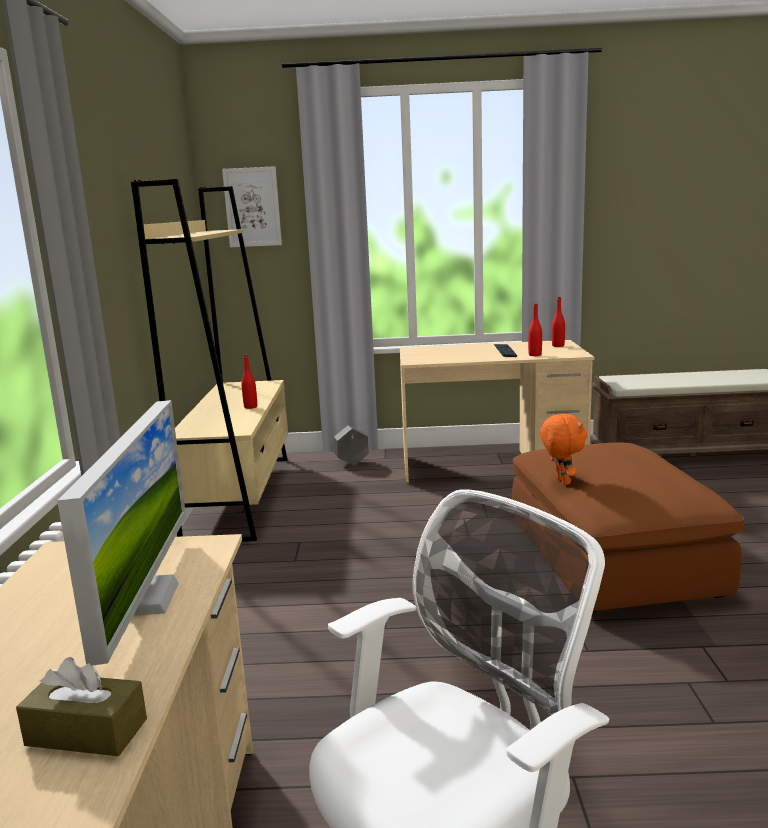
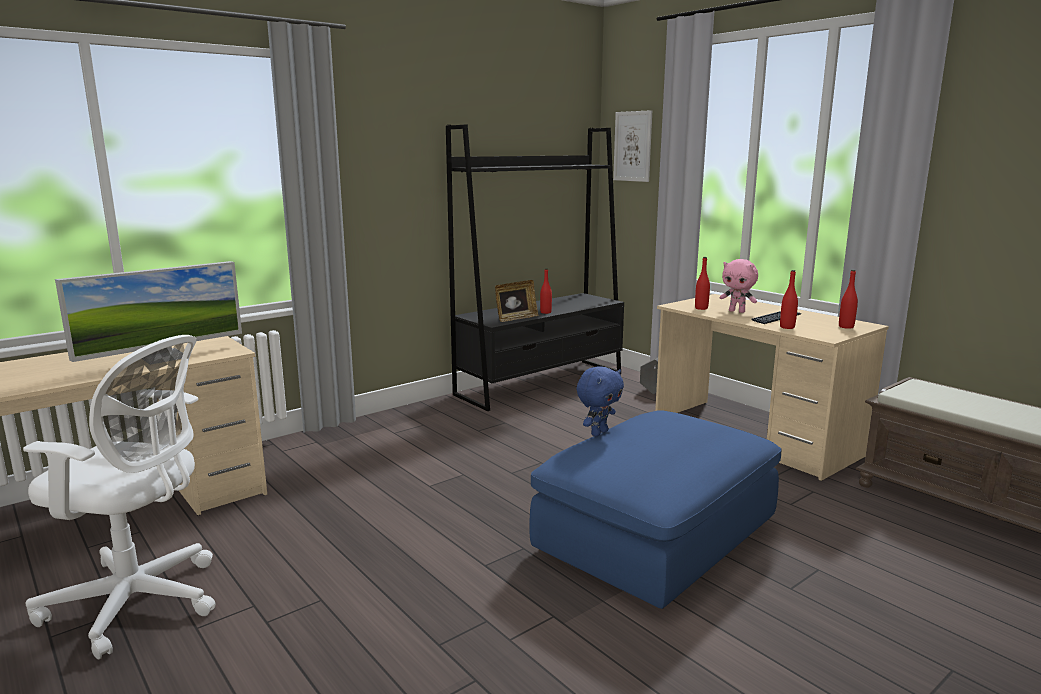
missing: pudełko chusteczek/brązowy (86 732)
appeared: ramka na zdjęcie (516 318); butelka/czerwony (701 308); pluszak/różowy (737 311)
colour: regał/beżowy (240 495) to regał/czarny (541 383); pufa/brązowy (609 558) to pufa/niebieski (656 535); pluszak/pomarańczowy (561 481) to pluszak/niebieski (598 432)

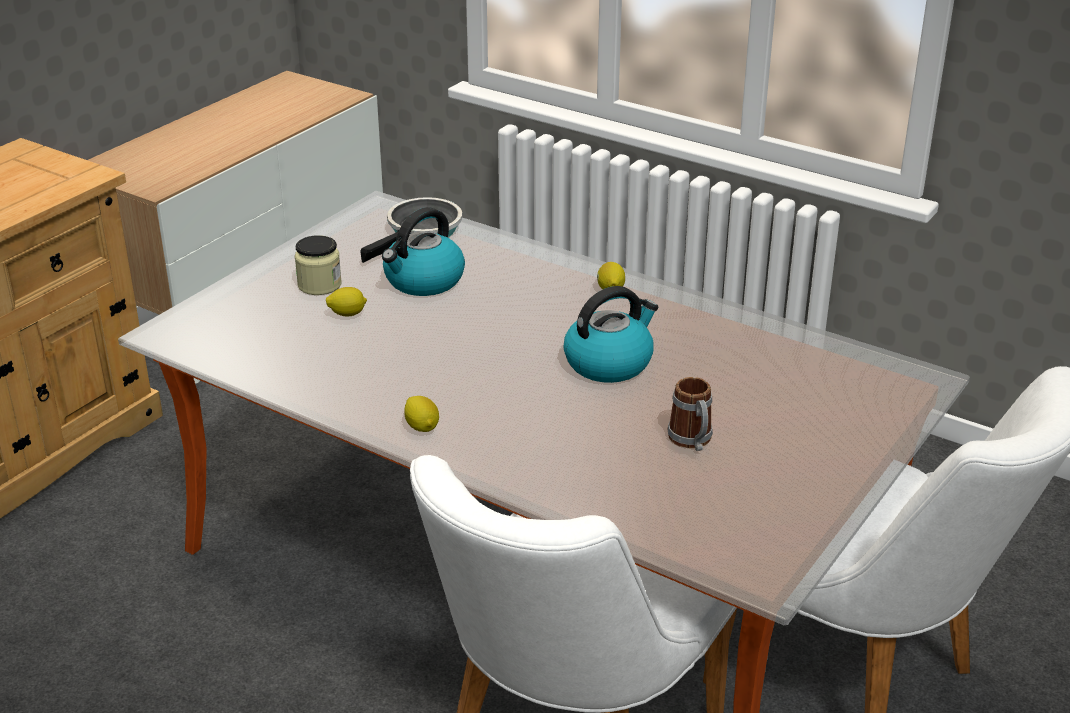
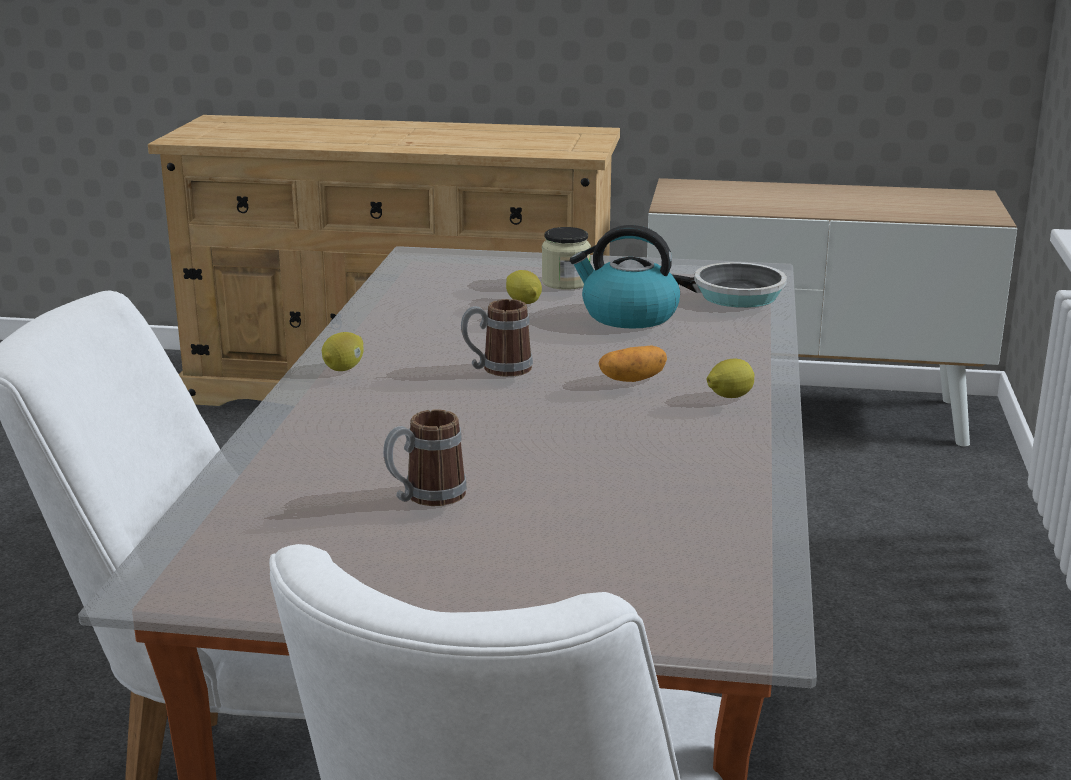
missing: czajnik (609 362)
appeared: kubek (497 369); ziemniak (632 379)

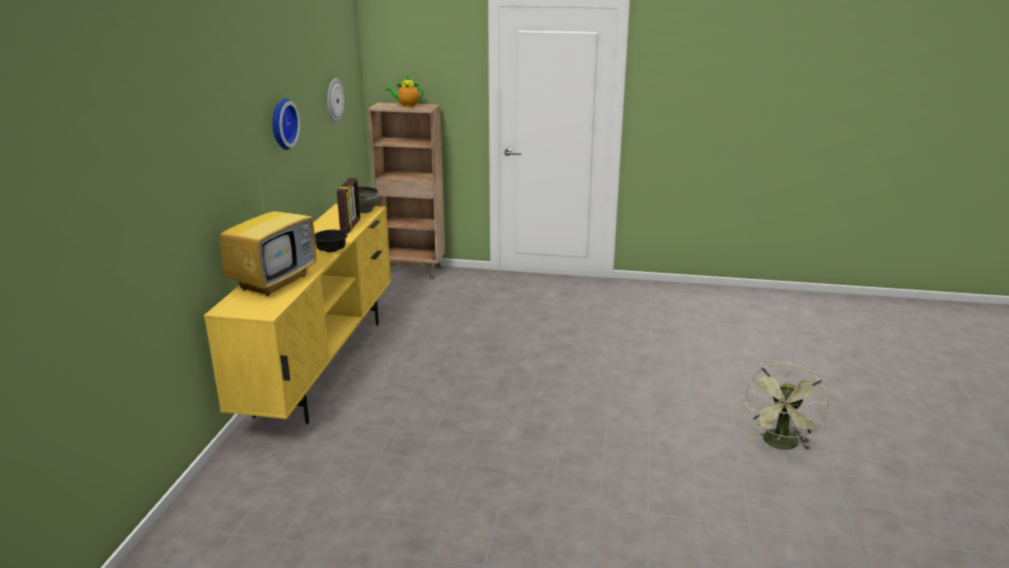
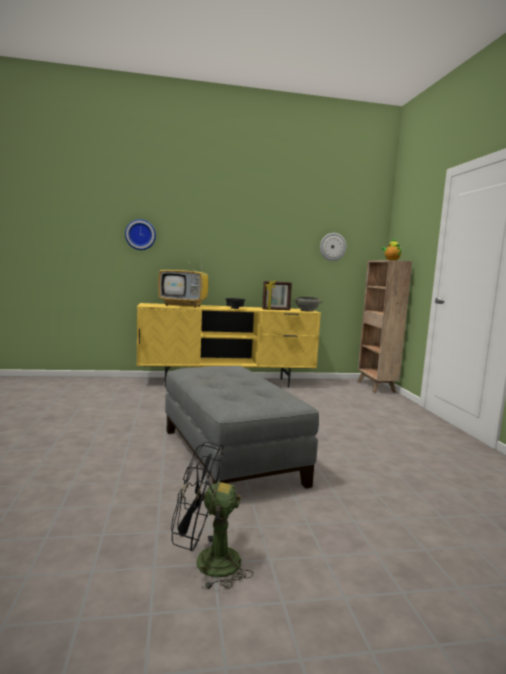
appeared: pufa/szary (231 455)
relocated: zegar ścienny (281 124) to (140 235)
colour: wentylator/zielony (780 445) to wentylator/czarny (207 562)

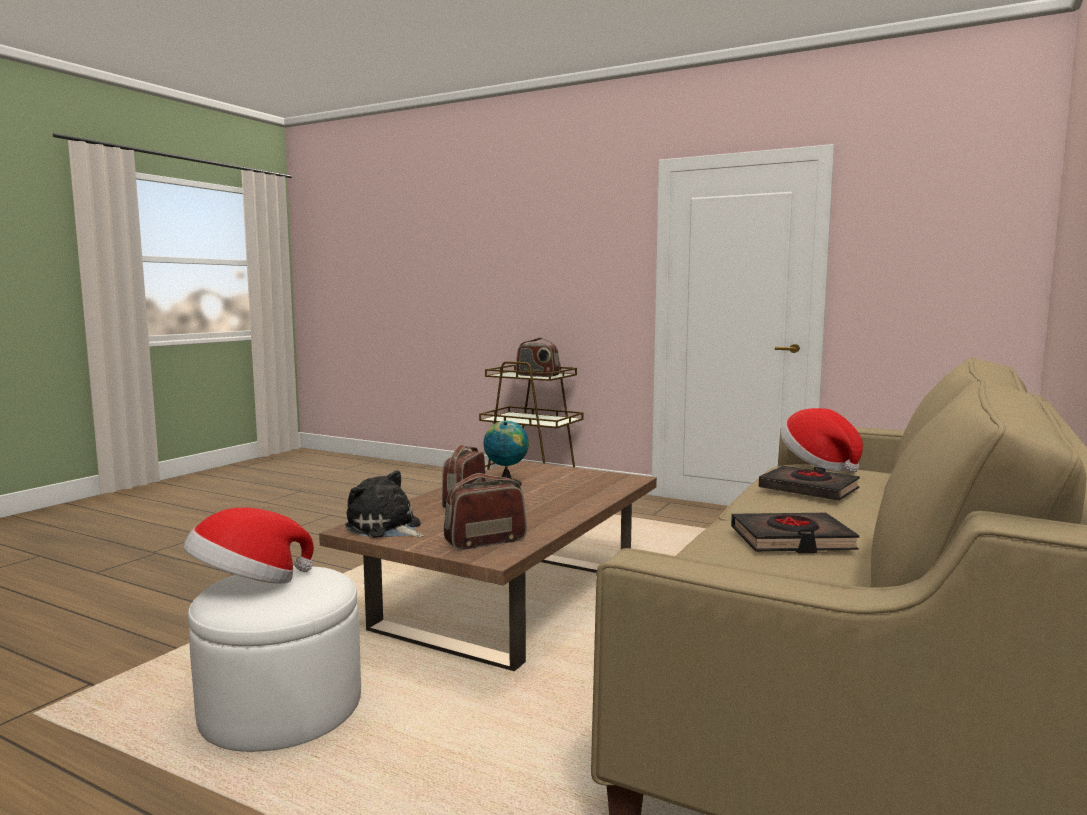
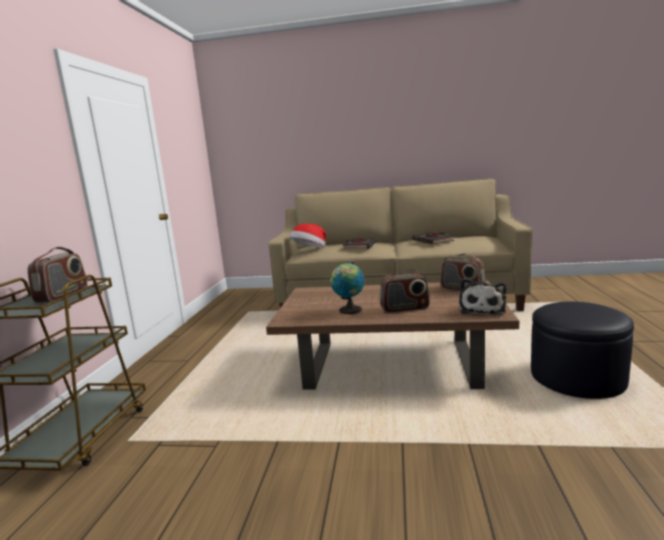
missing: kapelusz (248 585)
colour: pufa/biały (281 707) to pufa/czarny (577 377)

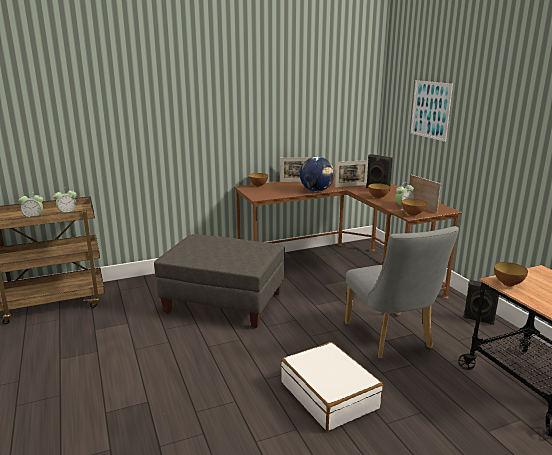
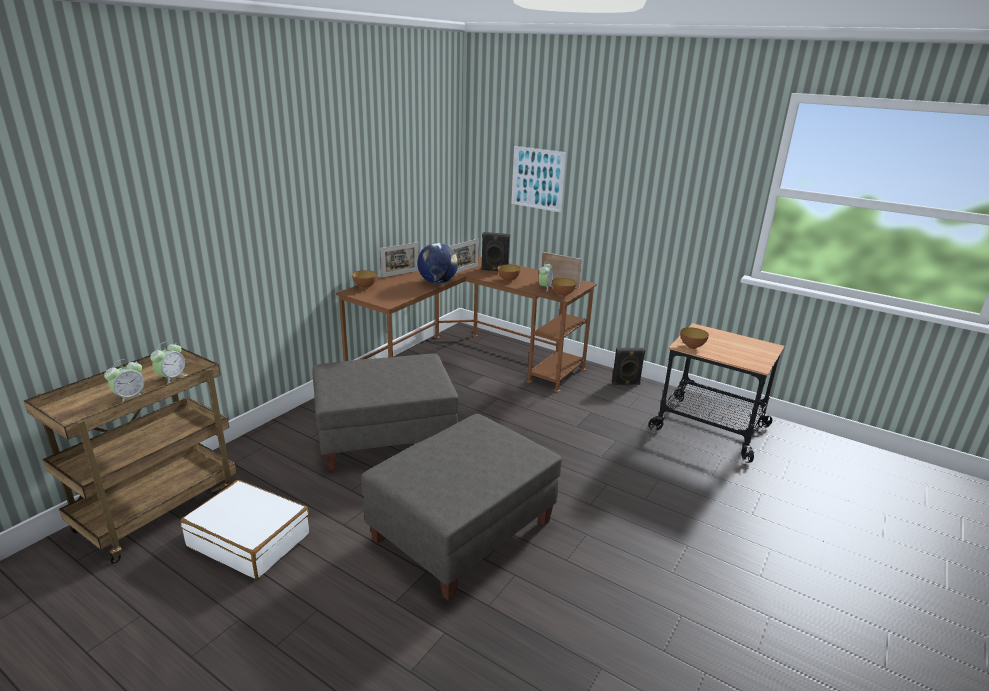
missing: krzesło/szary (391 339)
appeared: pufa/szary (462 532)
relocated: walizka/biały (329 395) to (250 539)

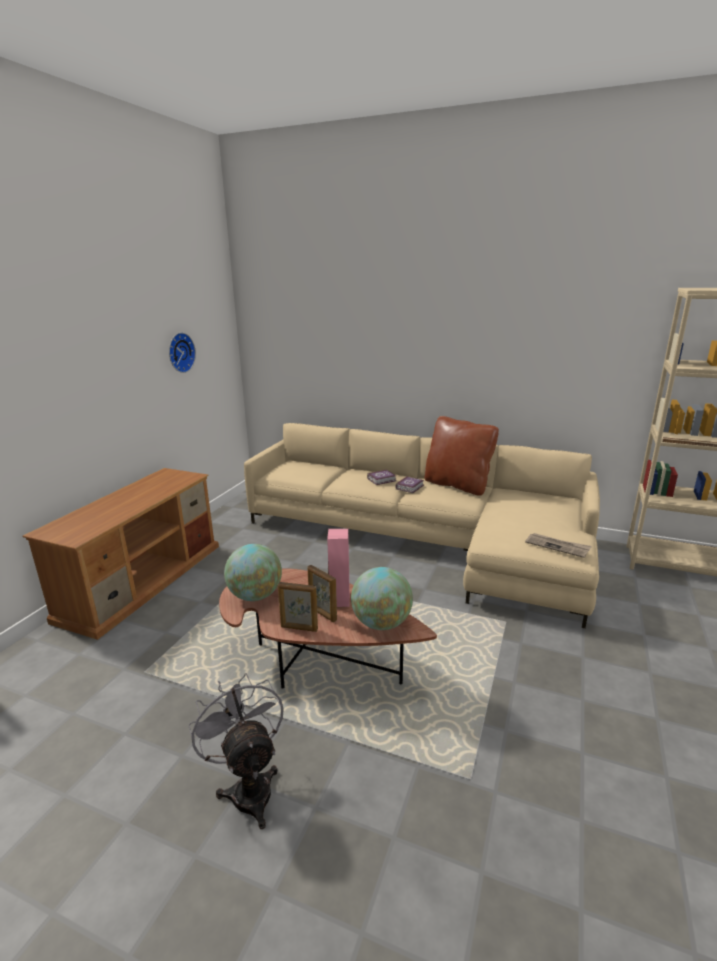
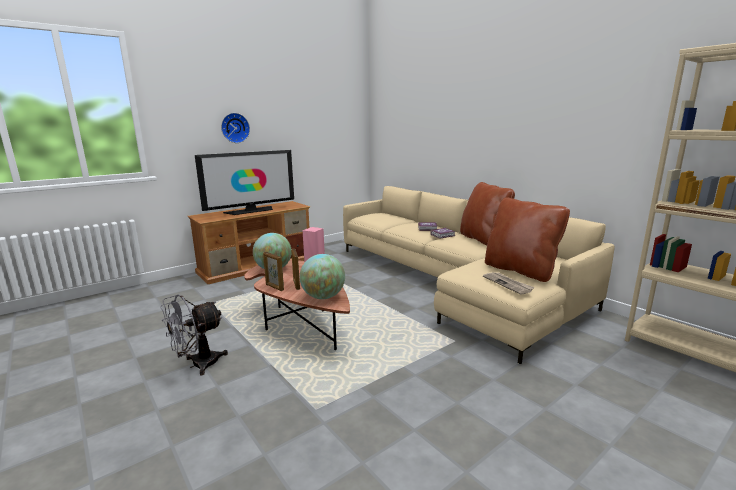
appeared: telewizor (251 211); poduszka/brązowy (520 270)
relocated: zegar ścienny (179 352) to (234 128)
spun: wentylator/szary (249 787) = (198 365) 135 degrees counterclockwise

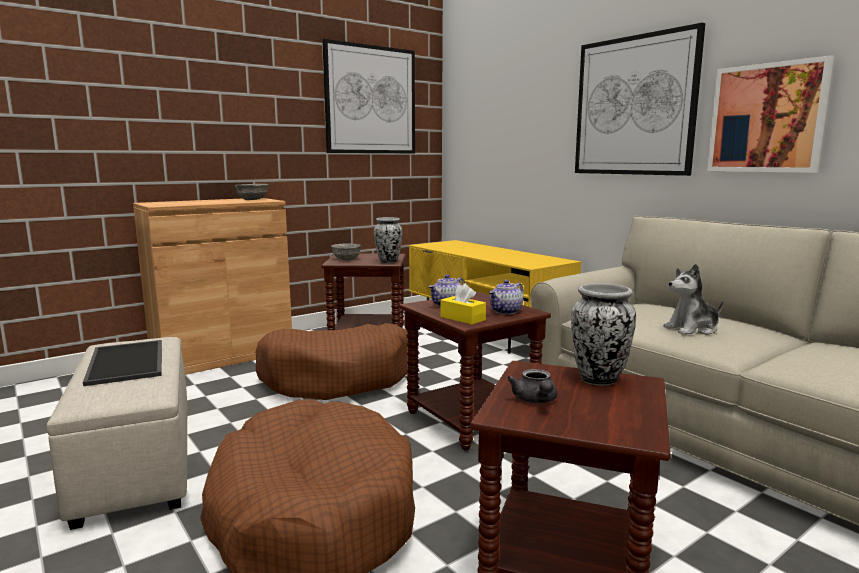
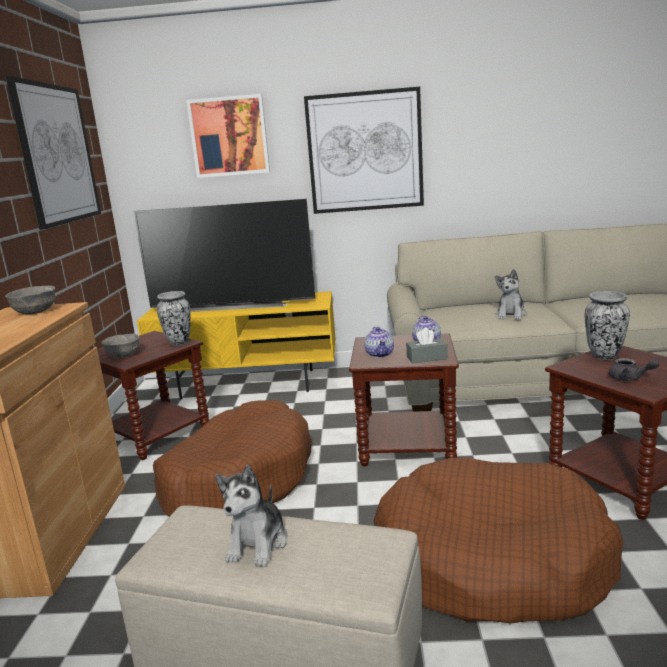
appeared: telewizor (234 305)
relocated: obraz (766 118) to (229 136)
exchanged: taca (128 362) to pluszak (258 543)
colour: pudełko chusteczek/żółty (462 318) to pudełko chusteczek/szary (427 358)

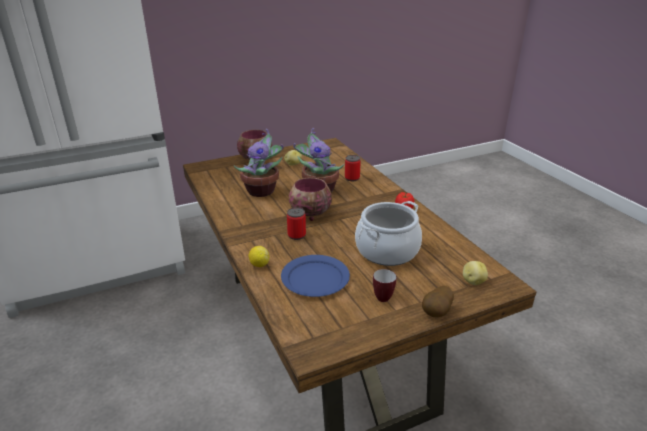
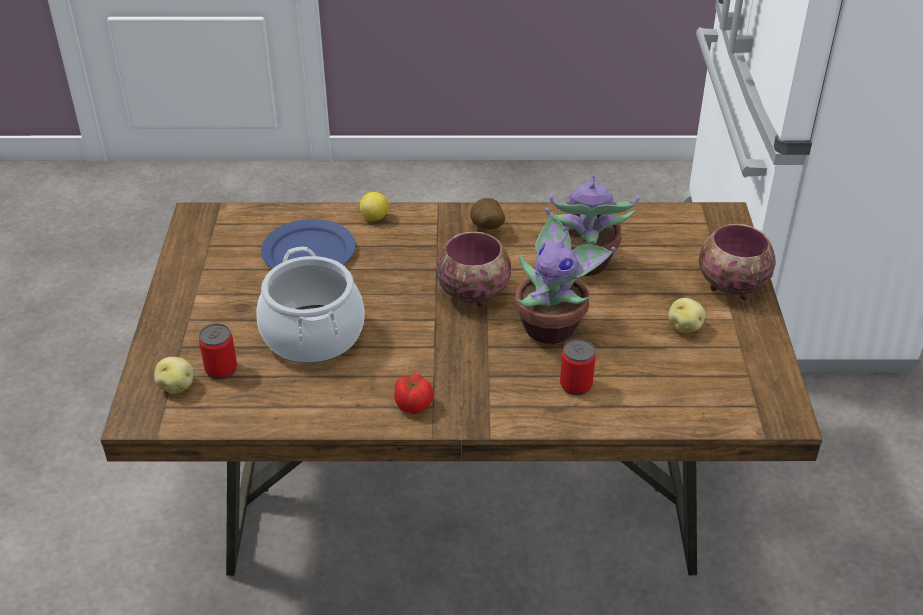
missing: kubek (382 296)
relocated: puszka (296 235) to (221 369); ziemniak (437 313) to (486 228)

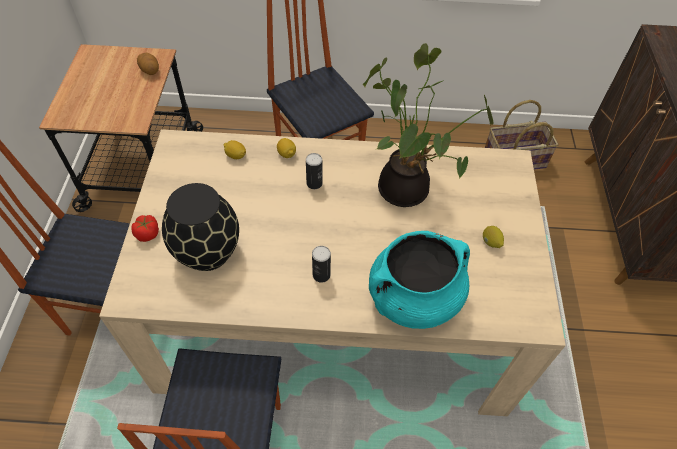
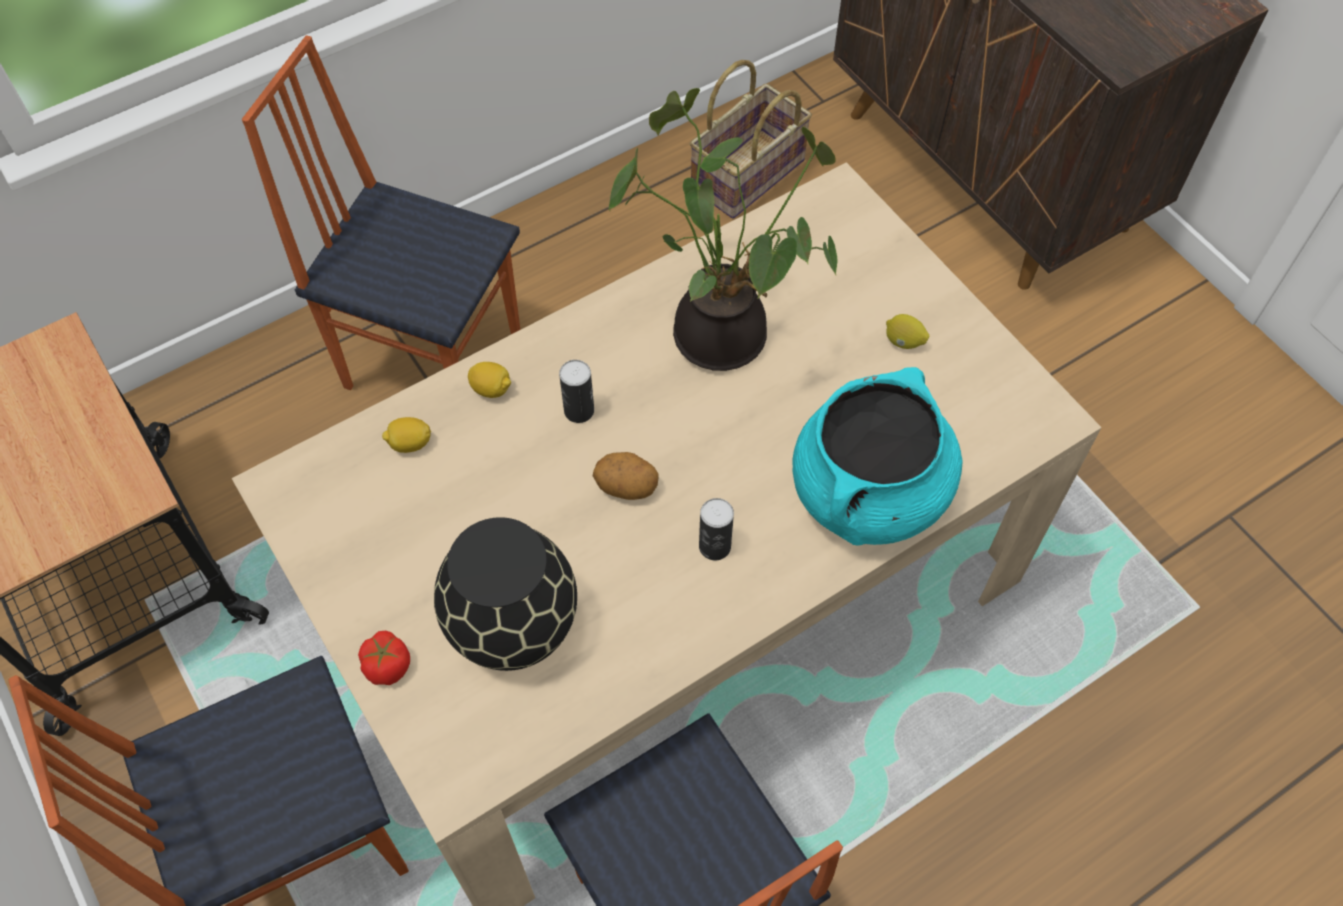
relocated: ziemniak (150 71) to (627 487)

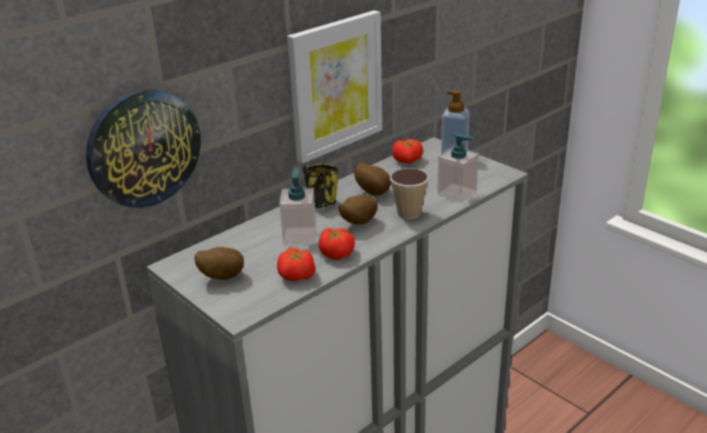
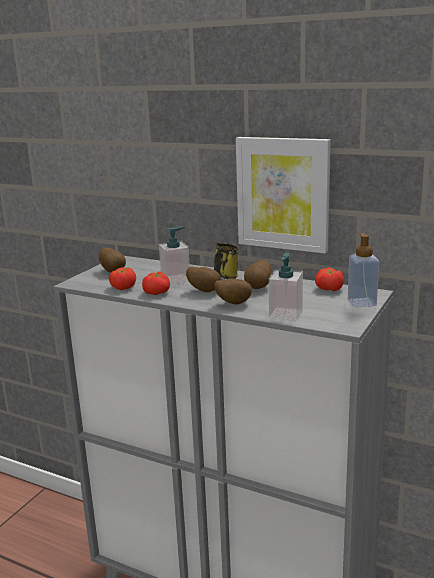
missing: zegar ścienny (143 148)
exchanged: filiżanka (409 213) to ziemniak (233 303)

